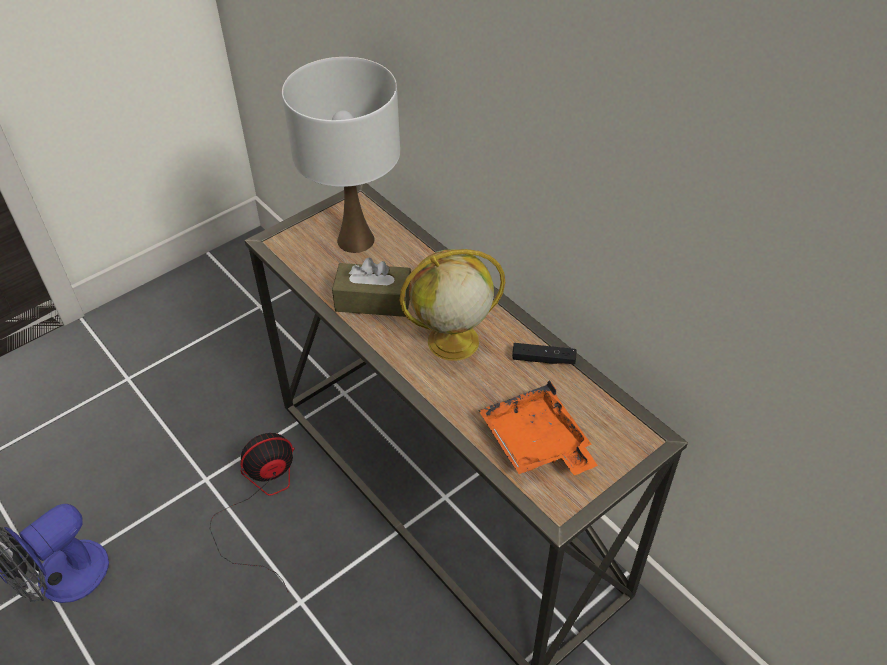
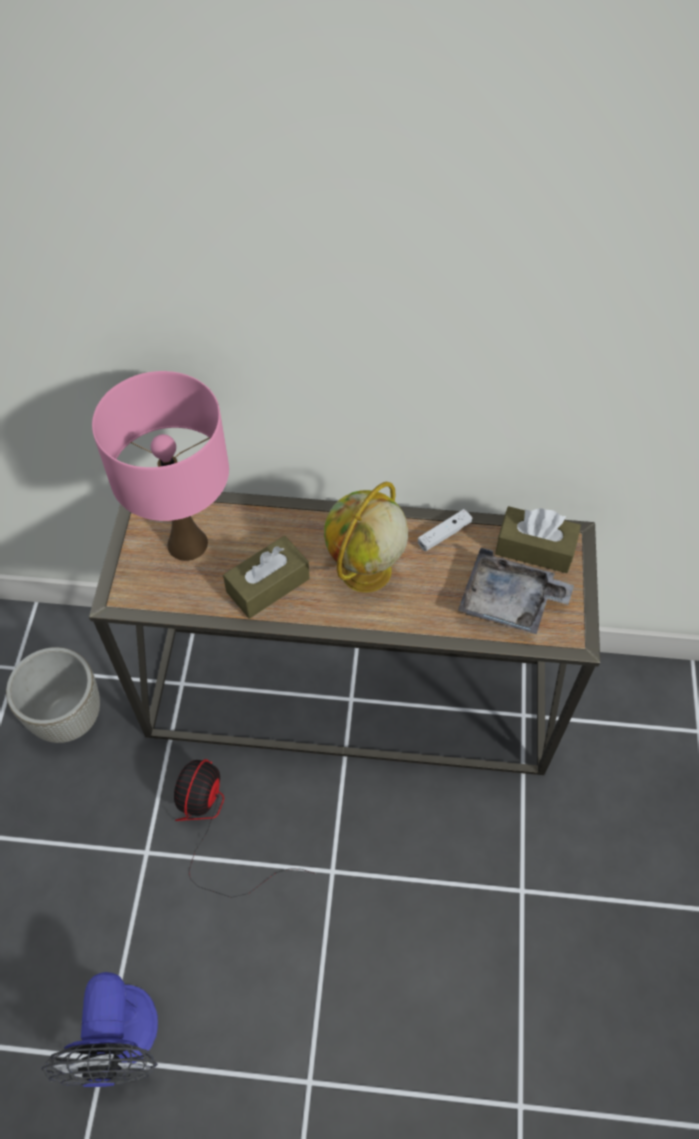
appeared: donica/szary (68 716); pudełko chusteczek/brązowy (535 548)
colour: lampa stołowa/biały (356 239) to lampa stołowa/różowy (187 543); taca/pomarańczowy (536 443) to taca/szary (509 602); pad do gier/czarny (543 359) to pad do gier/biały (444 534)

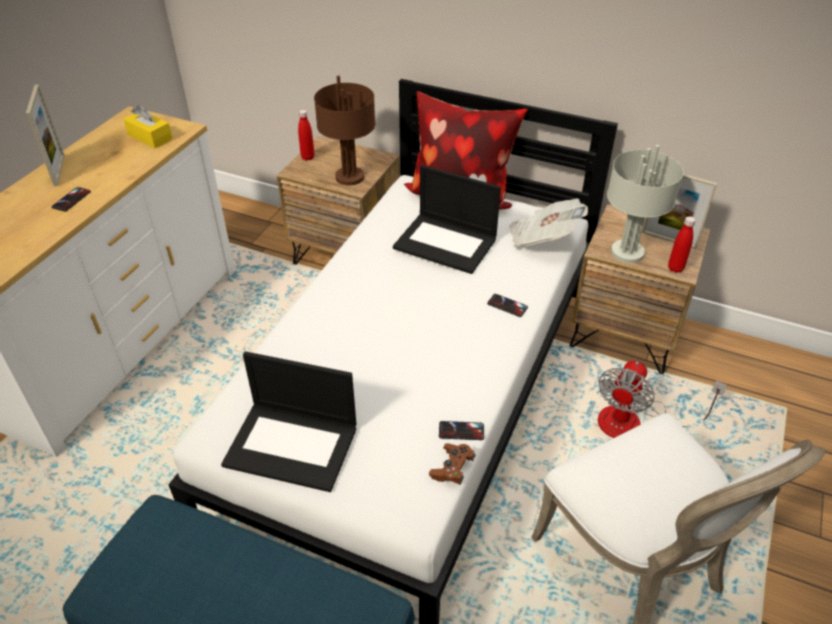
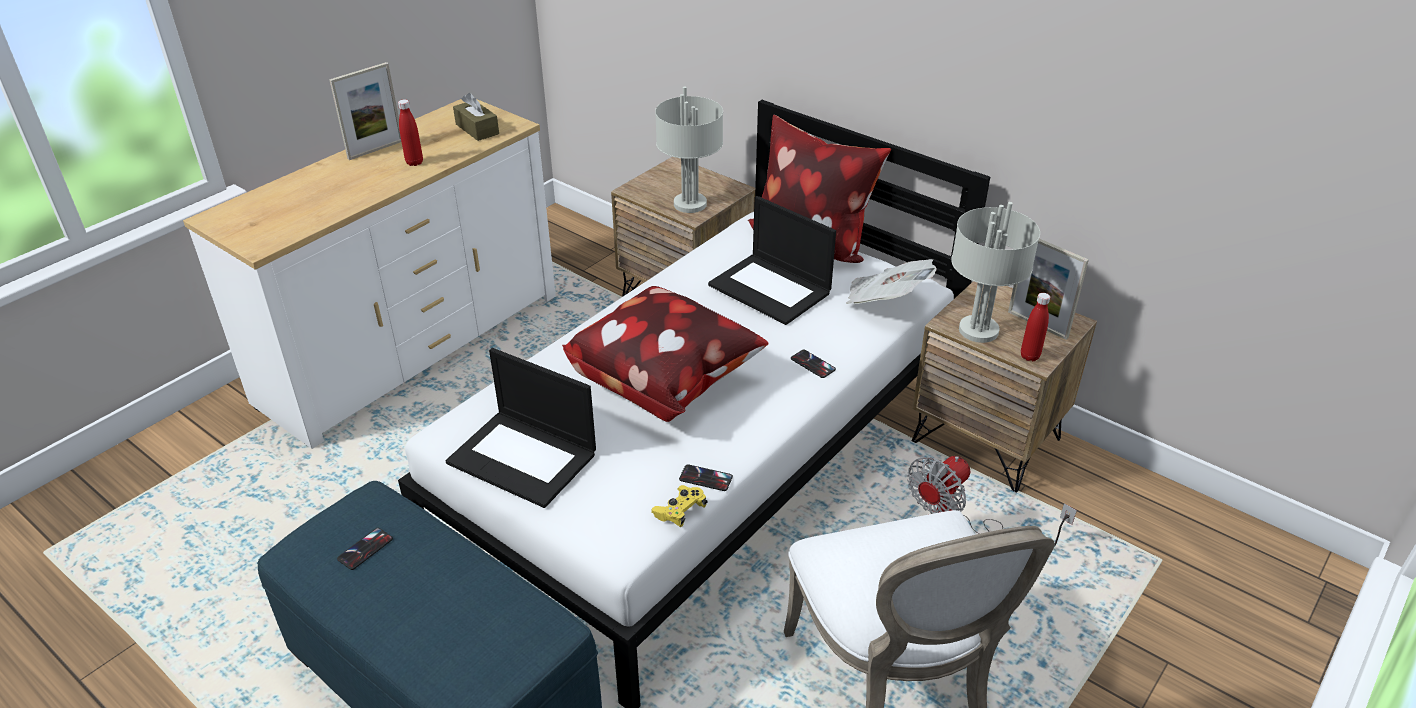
appeared: poduszka (664 381)
relocated: telefon (71 199) to (365 549); butelka/czerwony (307 157) to (414 162)
colour: pudełko chusteczek/żółty (150 137) to pudełko chusteczek/brązowy (477 129); lampa stołowa/brązowy (350 177) to lampa stołowa/szary (691 204); pad do gier/brązowy (452 468) to pad do gier/żółty (680 512)
spun: ramka na zdjęcie (59 170) = (375 150) 45 degrees clockwise

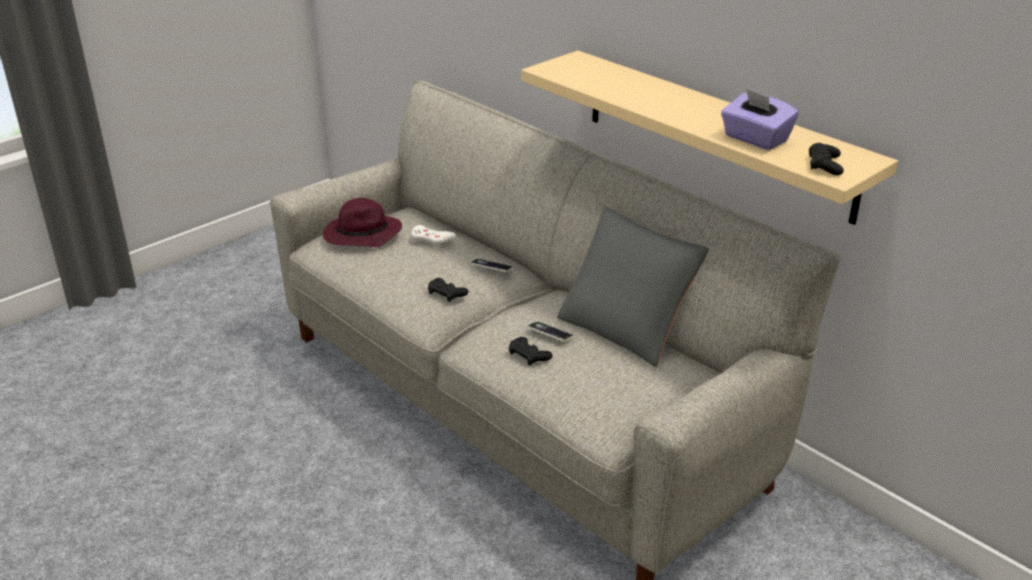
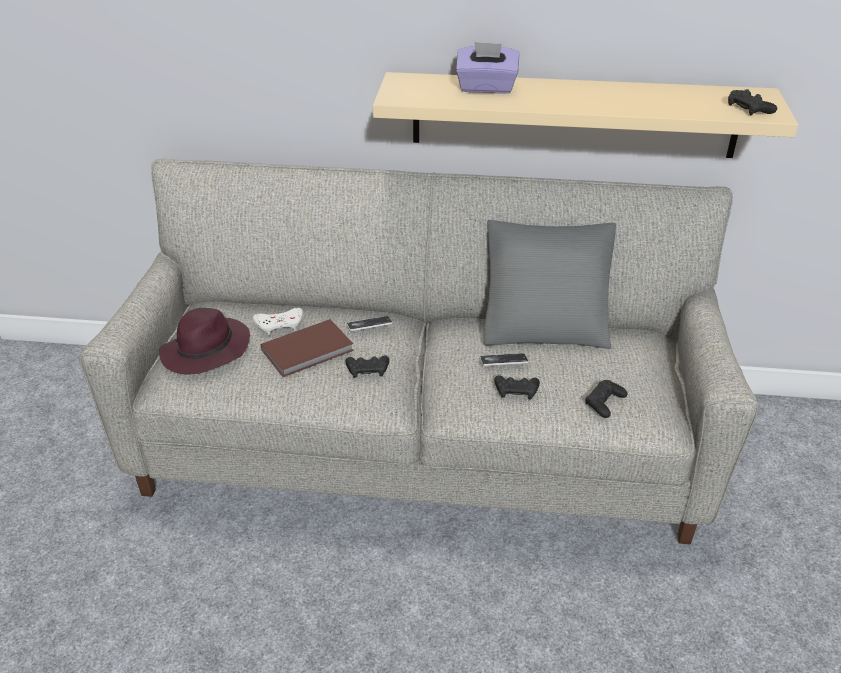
appeared: książka/brązowy (309 351); pad do gier/czarny (604 402)
relocated: pudełko chusteczek/fioletowy (755 139) to (486 88)

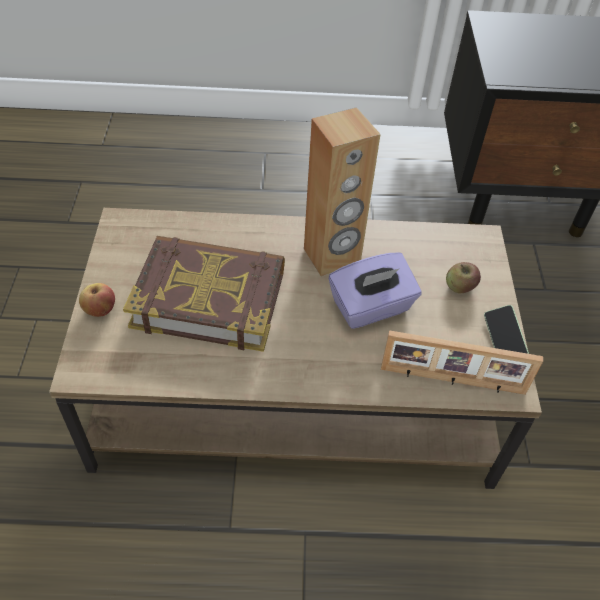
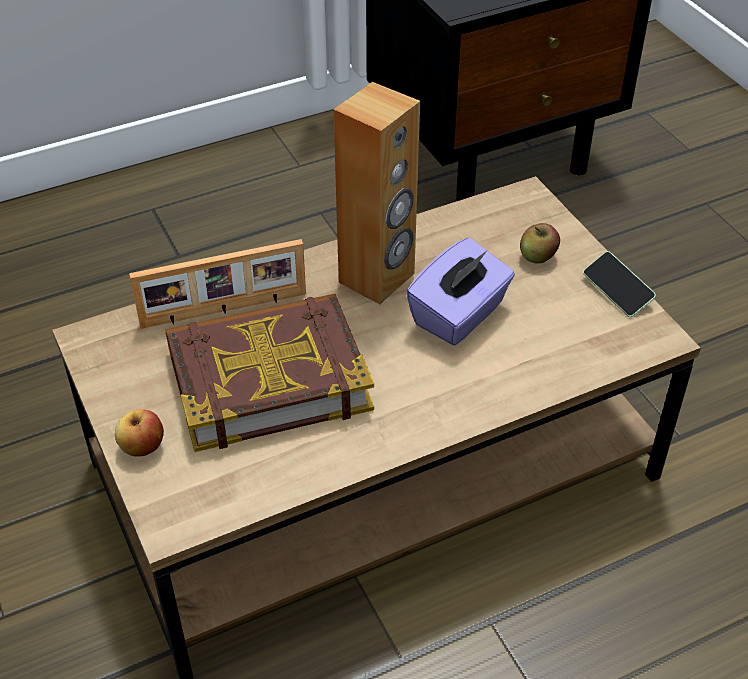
relocated: ramka na zdjęcie (452 381) to (224 310)

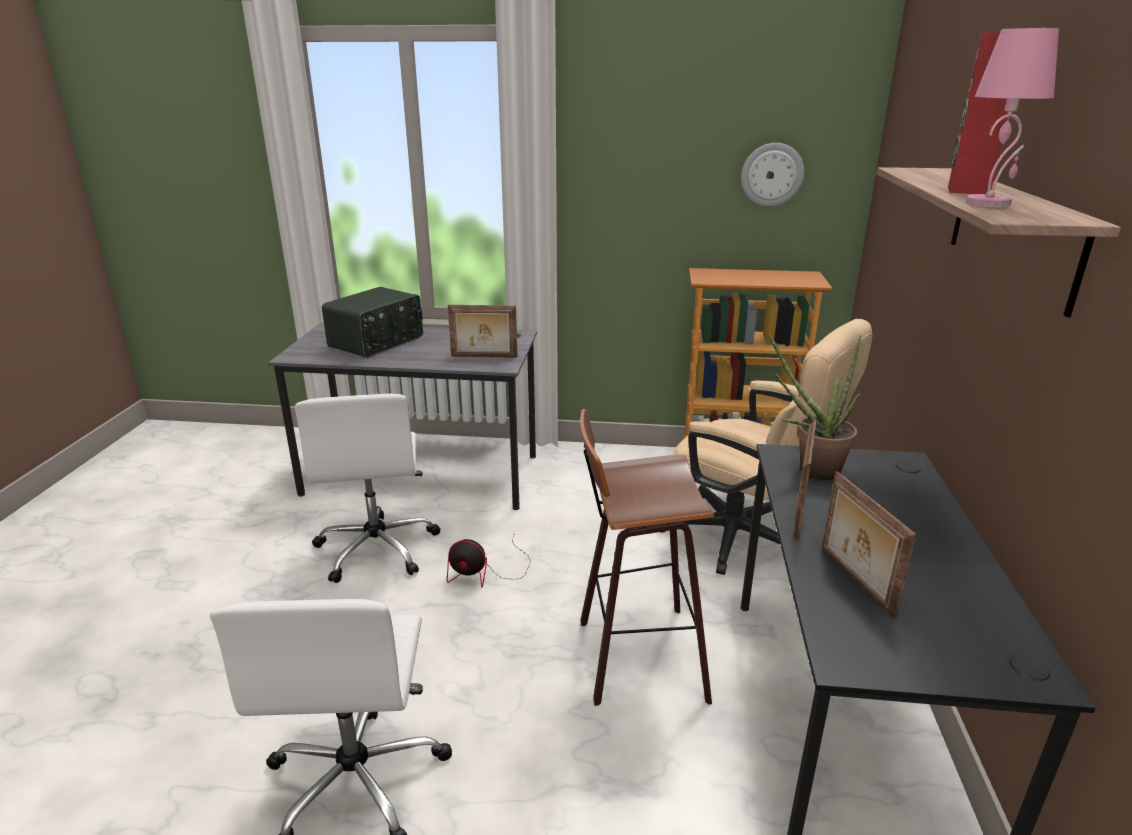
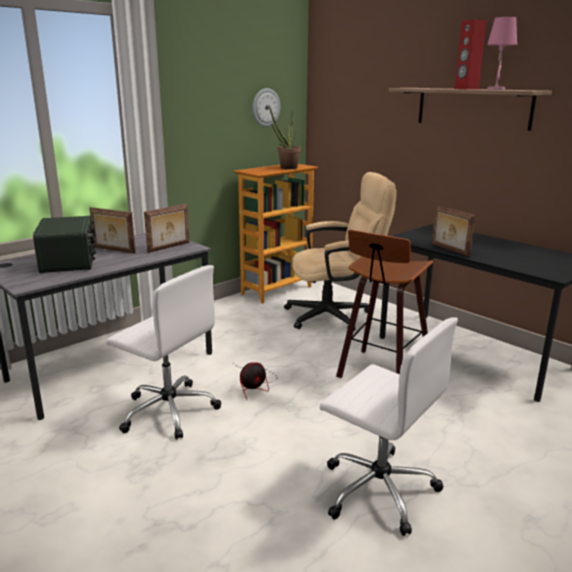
relocated: roślina doniczkowa (810 470) to (286 168); ramka na zdjęcie (854 581) to (113 250)

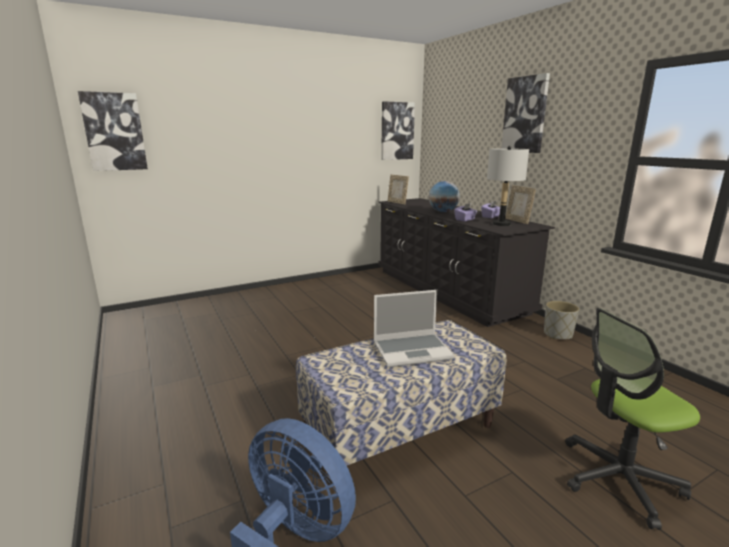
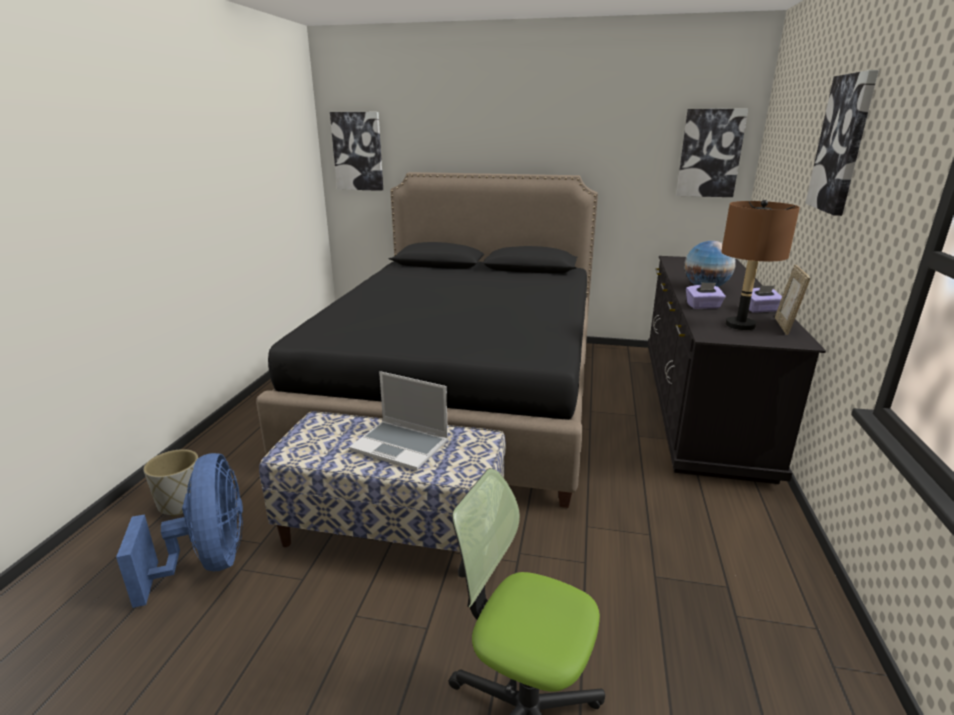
missing: ramka na zdjęcie (397 202)
appeared: łóżko/czarny (462 394)
relocated: donica/szary (557 335) to (181 503)
colour: lampa stołowa/szary (501 224) to lampa stołowa/brązowy (740 325)

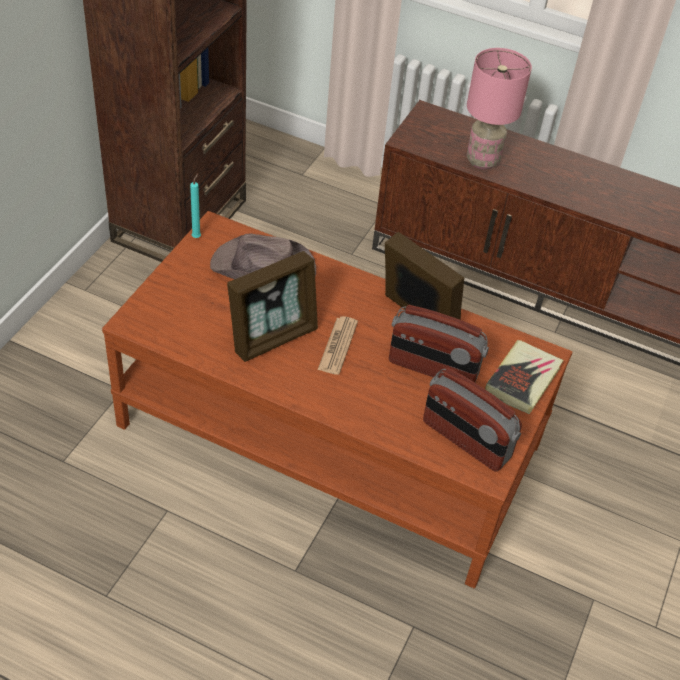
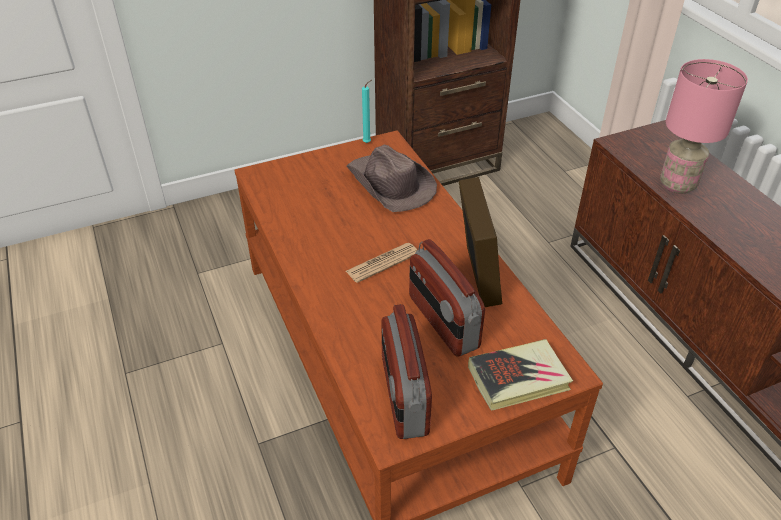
missing: ramka na zdjęcie (273 337)

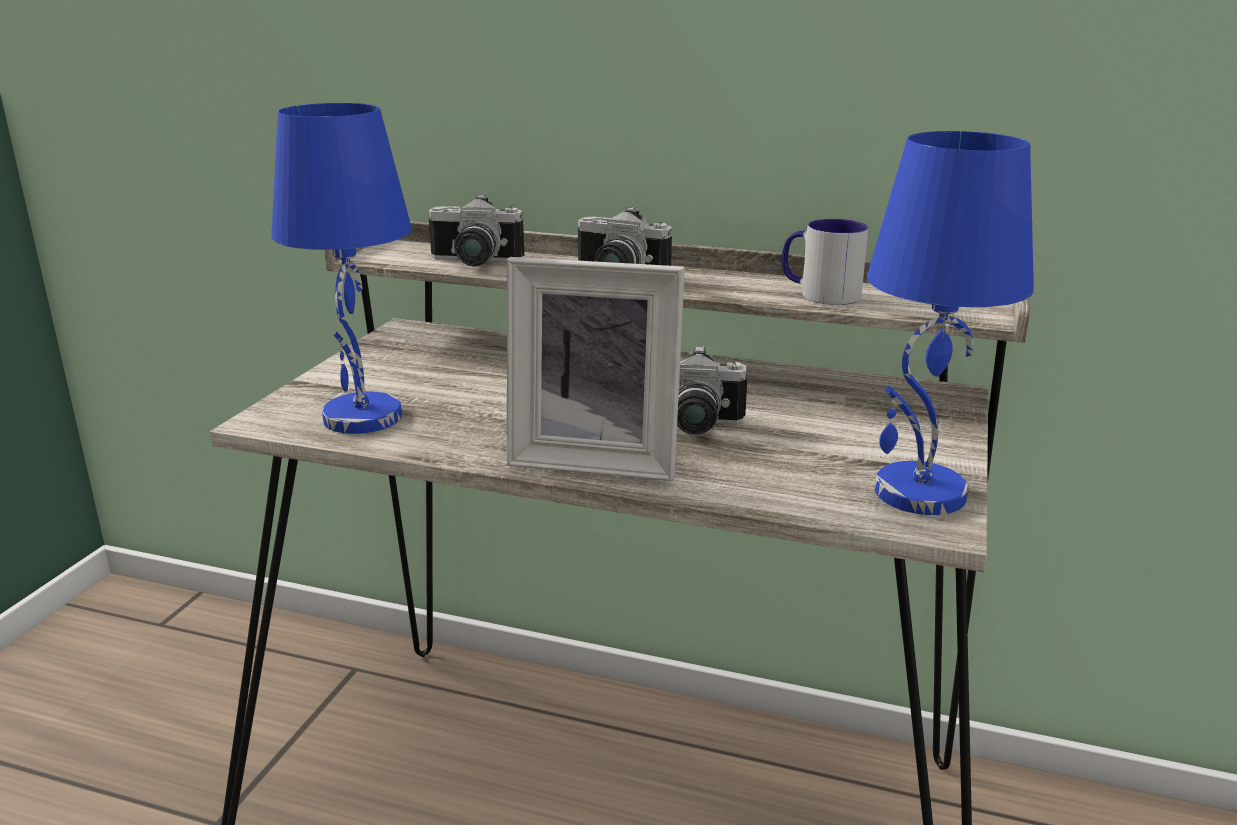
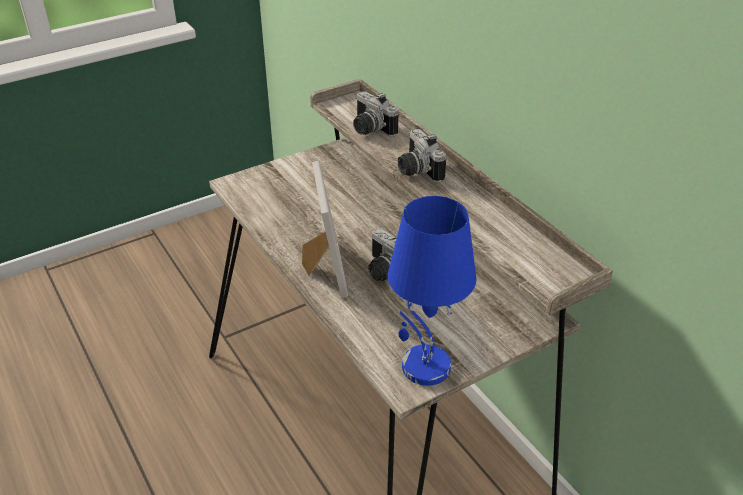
missing: lampa stołowa/niebieski (363 418); kubek (819 294)
spun: ramka na zdjęcie (596 458) = (323 271) 150 degrees counterclockwise

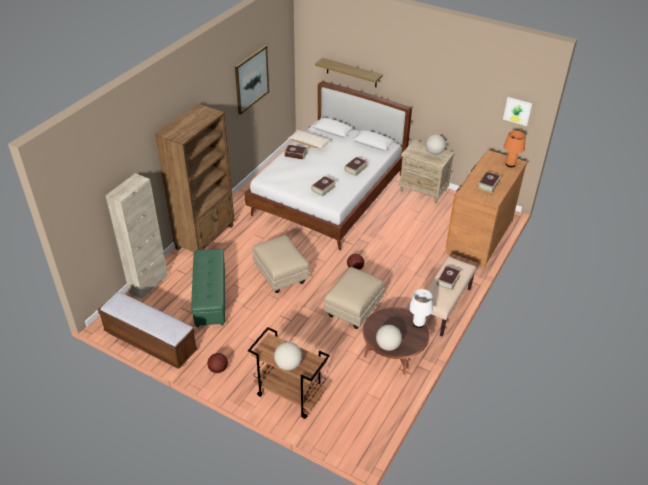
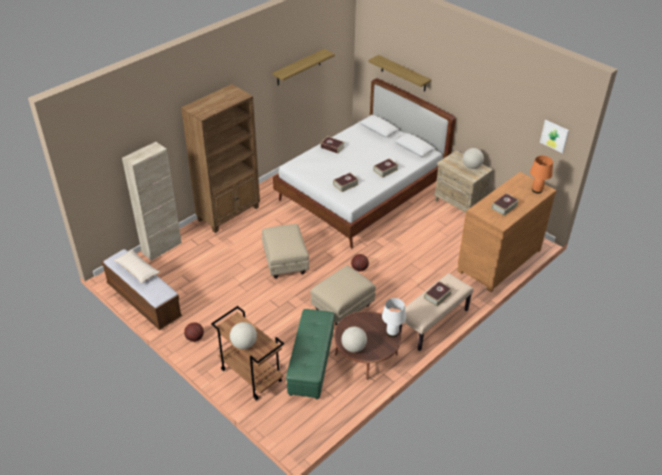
relocated: pufa/zielony (210 297) to (311 362); poduszka/beżowy (309 143) to (137 270)
exchanged: obraz (251 79) to półka (299 67)

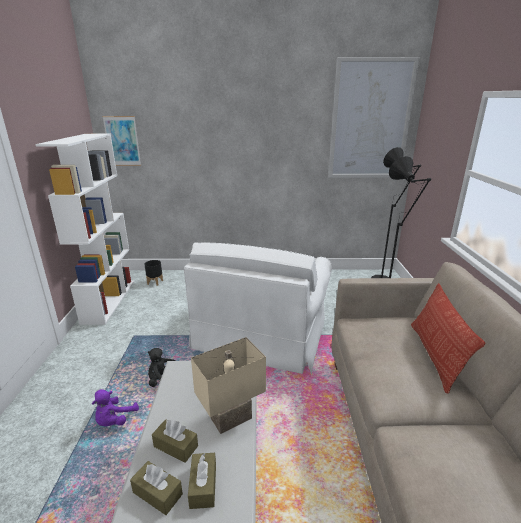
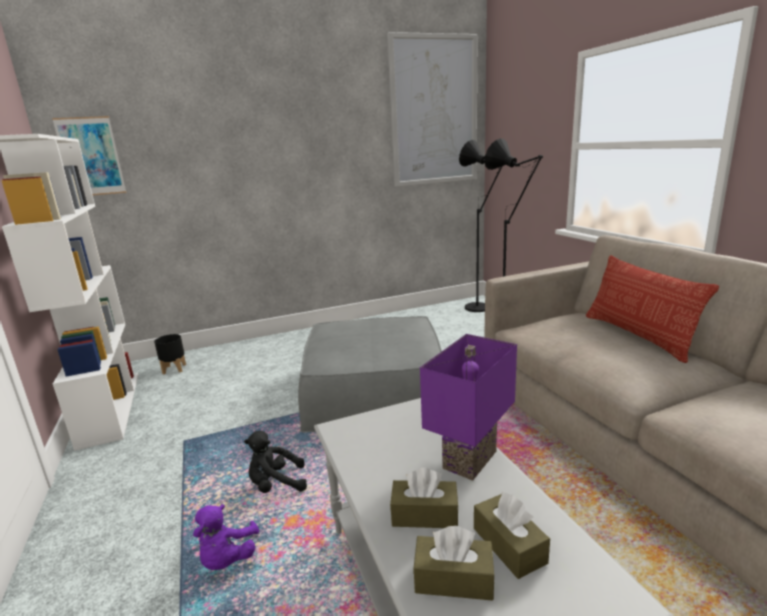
exchanged: fotel/biały (261 332) to pufa/szary (374 390)
colour: lampa stołowa/beżowy (231 420) to lampa stołowa/fioletowy (472 461)

